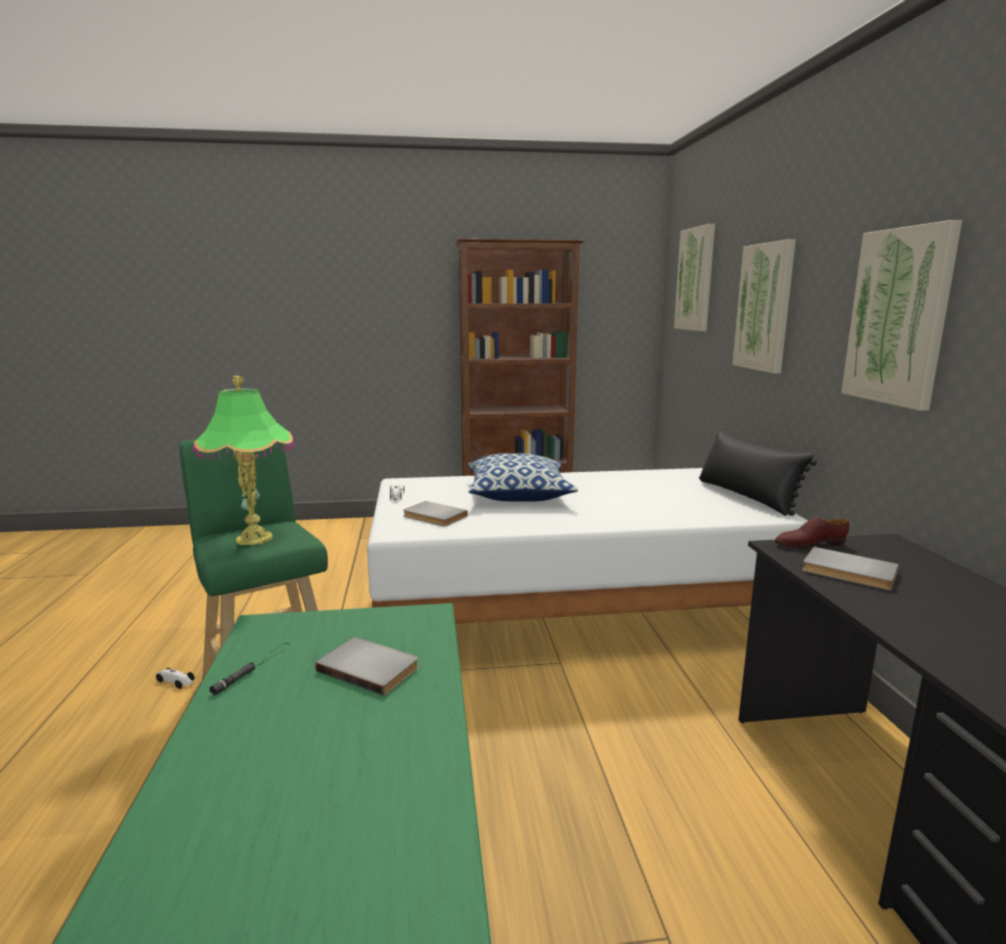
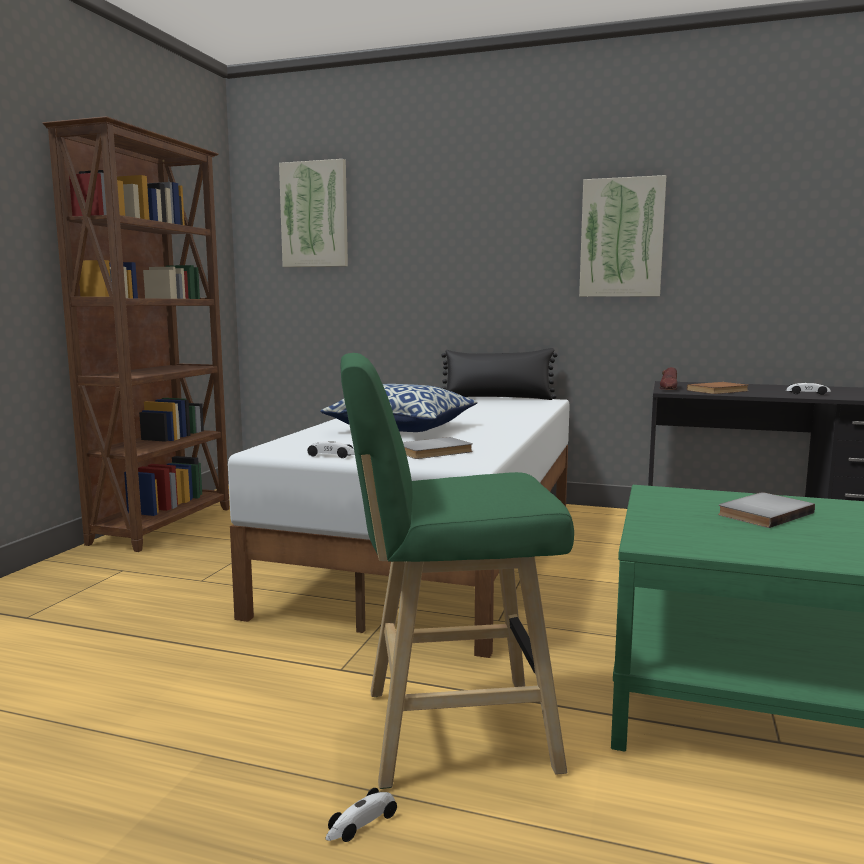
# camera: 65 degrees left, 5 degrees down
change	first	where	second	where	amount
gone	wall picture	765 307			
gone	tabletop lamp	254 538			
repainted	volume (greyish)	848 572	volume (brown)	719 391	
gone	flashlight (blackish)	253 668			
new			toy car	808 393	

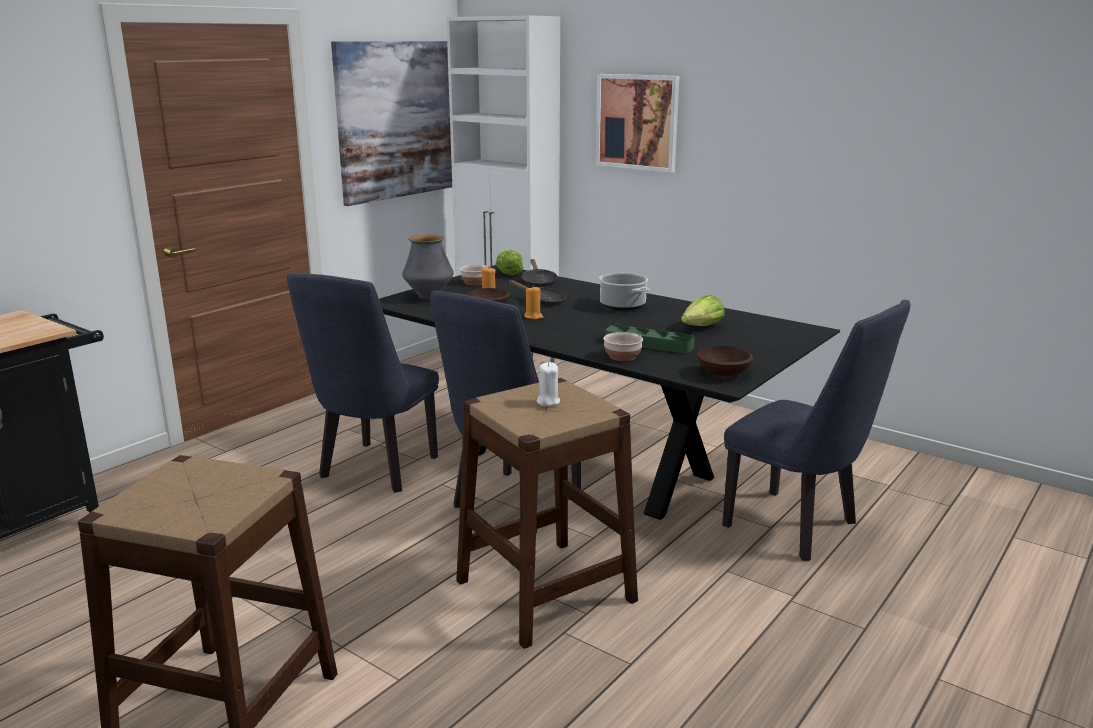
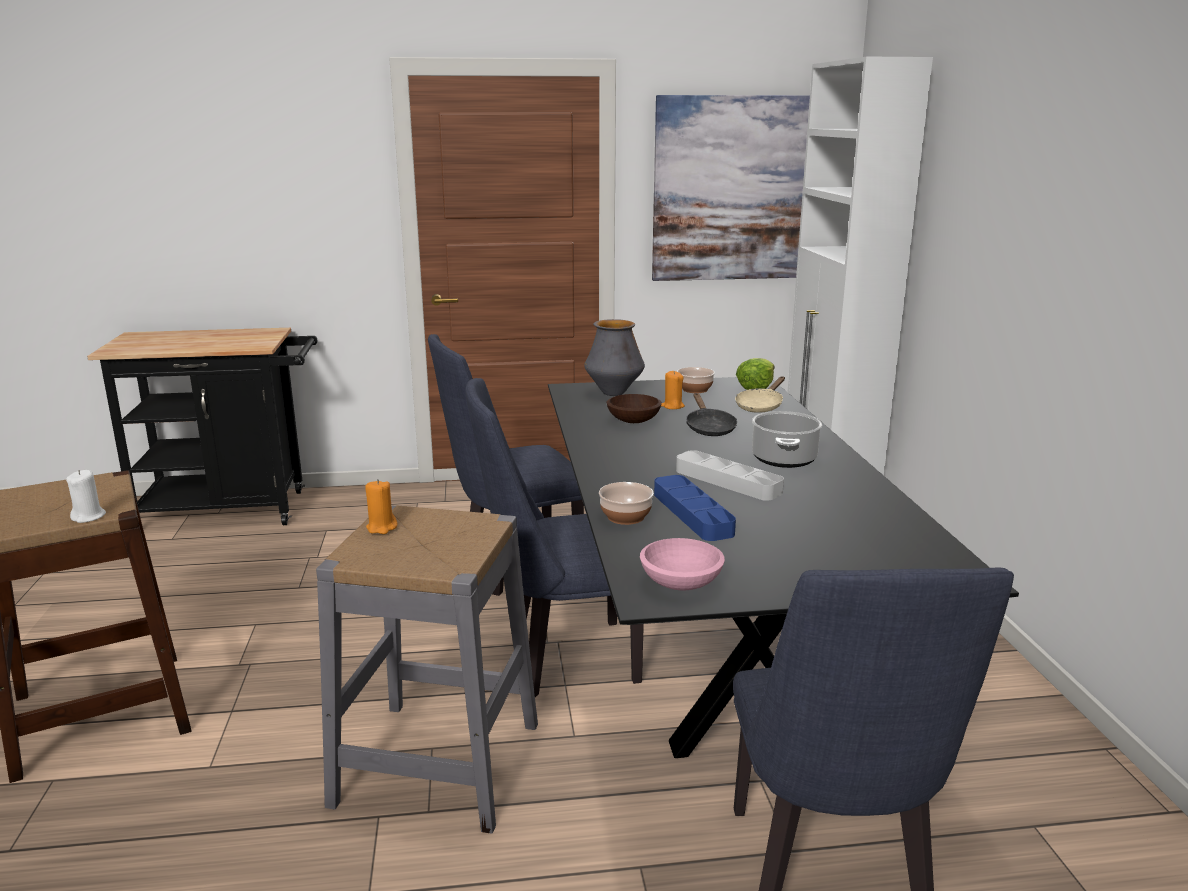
# camera: 45 degrees right, 0 degrees up
change	first	where	second	where	amount
gone	wall picture	637 122			
repainted	frying pan (blackish)	538 282	frying pan (sand-coloured)	760 406	
shifted	wax light (orange-coloured)	533 316		382 527	
gone	lettuce	702 327			
repainted	carrying tray (green)	649 344	carrying tray (bluish)	692 513	
repainted	deep dish (brown)	722 373	deep dish (pink-coloured)	680 582	
shifted	wax light (white)	548 401		89 517	
repainted	sitting stool (brown)	545 590	sitting stool (greyish)	438 762	
new			carrying tray (greyish)	727 481	

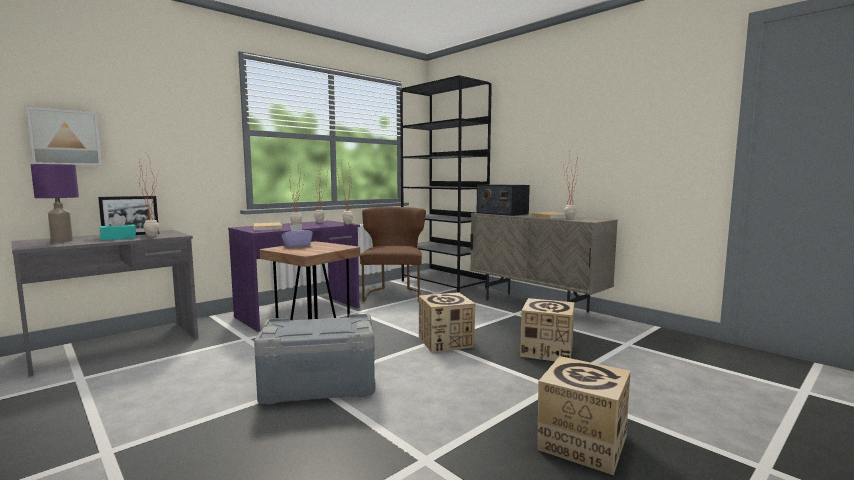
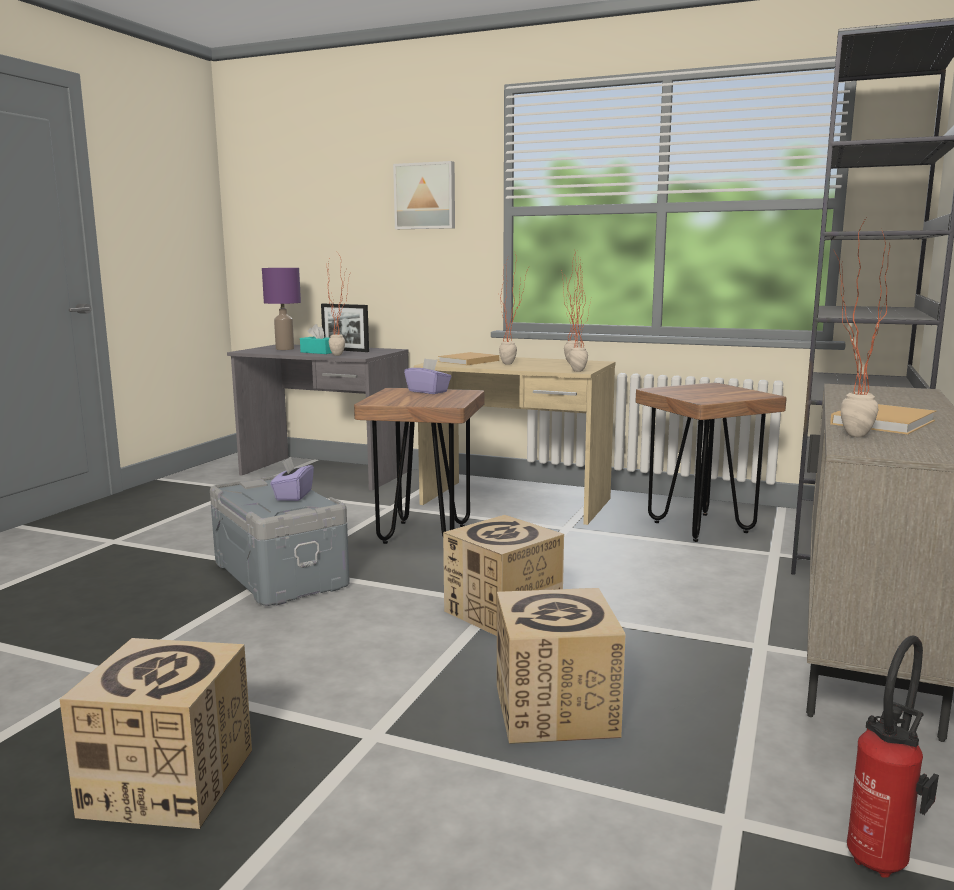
# camera: 65 degrees right, 5 degrees up
change	first	where	second	where	amount
shifted	wall picture	65 138		425 196	
gone	radio	501 213			
swapped	upright chair (brown)	393 294	sitting stool (brown)	701 527	
repainted	desk unit (purple)	299 312	desk unit (sand-coloured)	515 502	
new			tissue box (purple)	293 495	
new			fire extinguisher	883 859	

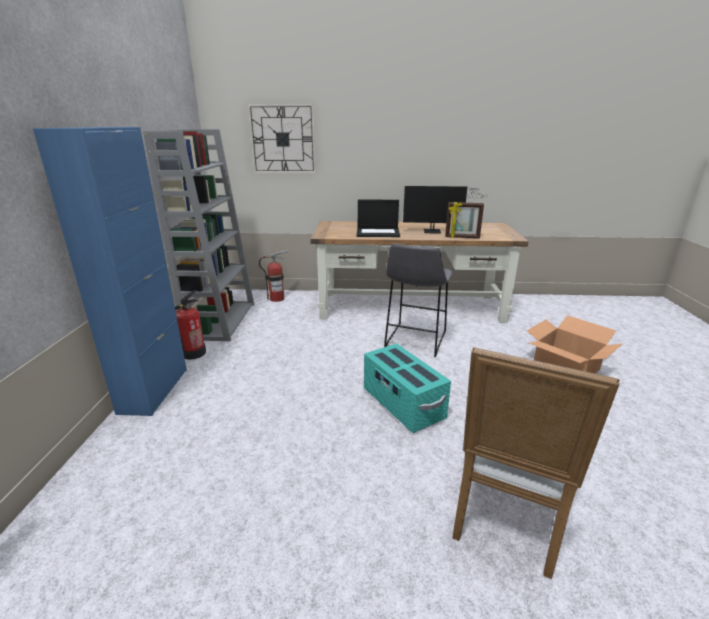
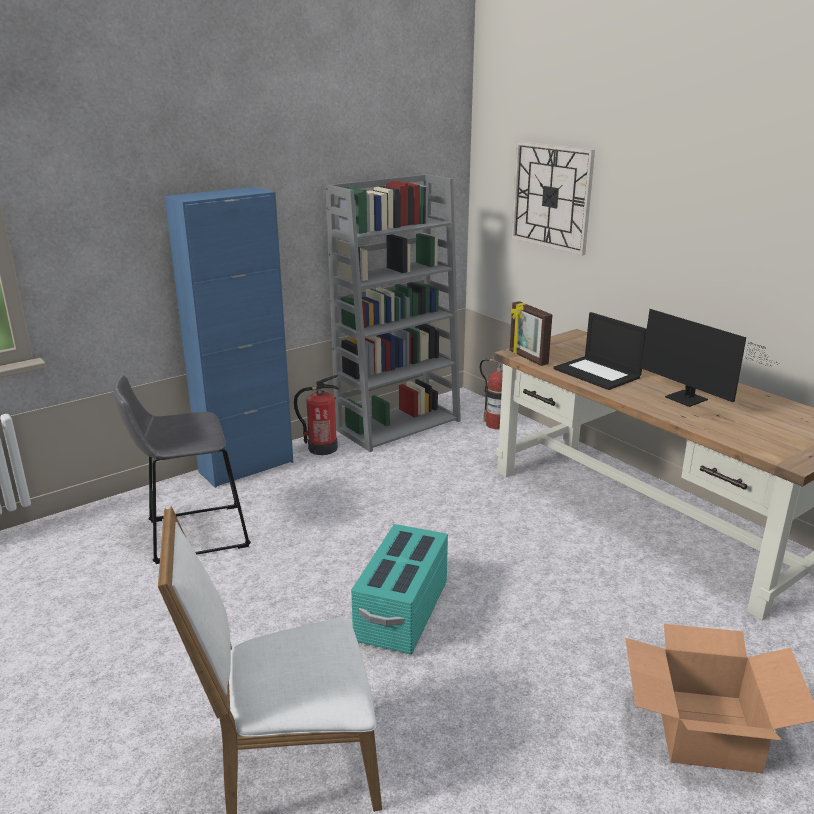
# camera: 50 degrees right, 0 degrees up
change	first	where	second	where	amount
shifted	photo frame	462 237		527 358	
shifted	sitting stool (greyish)	414 341		191 534	

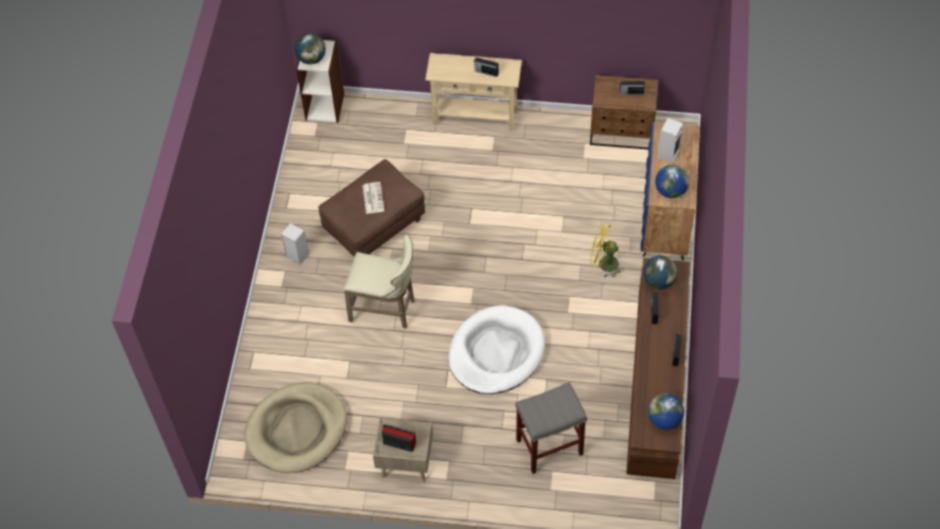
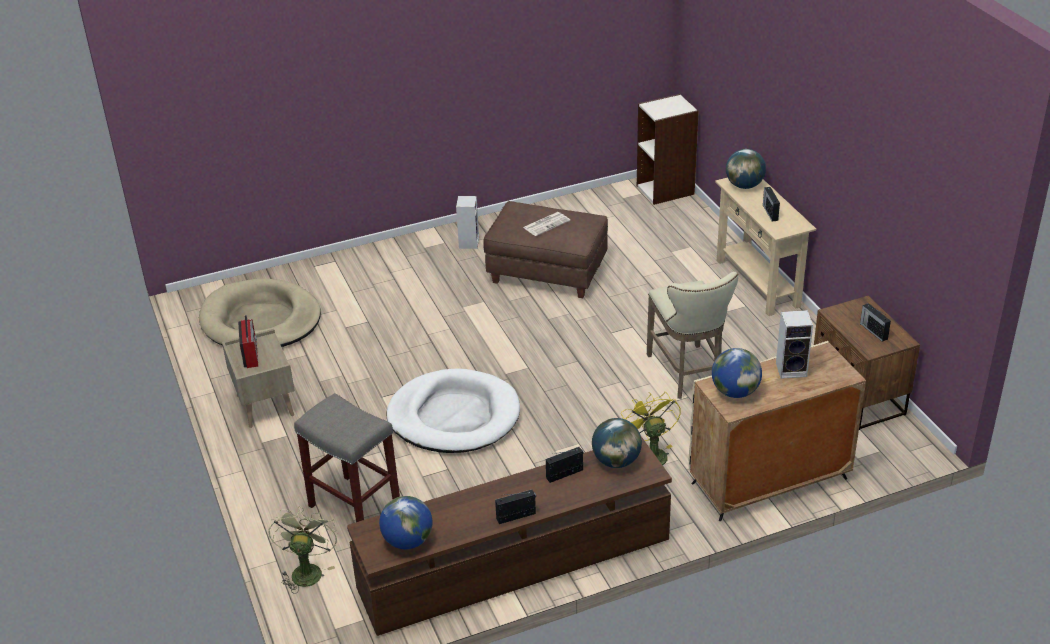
# camera: 60 degrees right, 20 degrees down
change	first	where	second	where	amount
shifted	world globe	311 58		744 185	
repainted	storage cabinet (bluish)	666 218	storage cabinet (sand-coloured)	768 481	
shifted	sitting stool (sand-coloured)	386 310		687 375	
new			electric fan (green)	306 570	

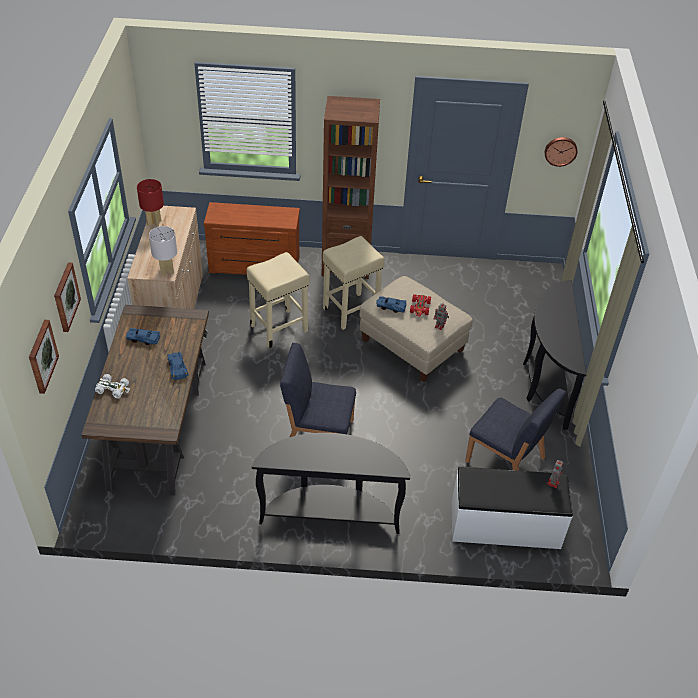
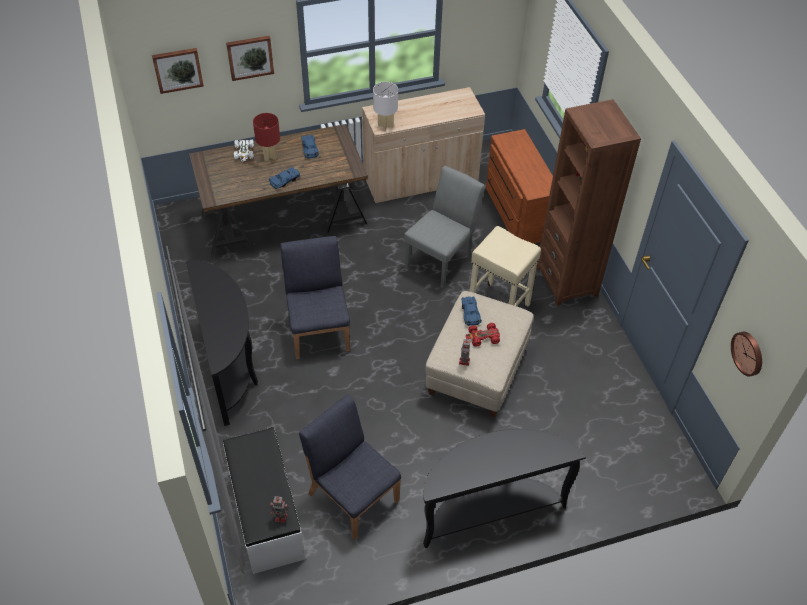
# camera: 70 degrees right, 5 degrees up
change	first	where	second	where	amount
shifted	tabletop lamp (red-coloured)	154 222		270 156	
swapped	sitting stool (sand-coloured)	279 328	upright chair (greyish)	442 259	
rotated	upright chair (bluish)	506 460		353 496	120 degrees clockwise

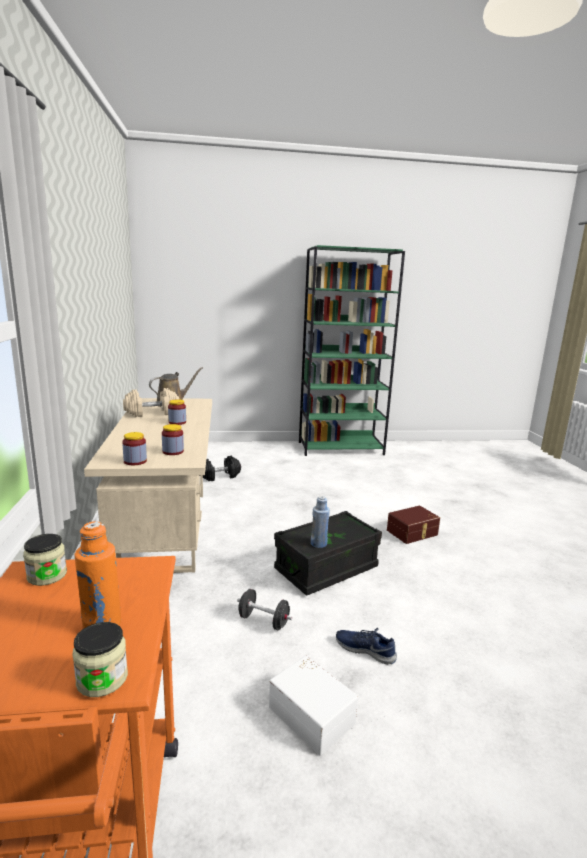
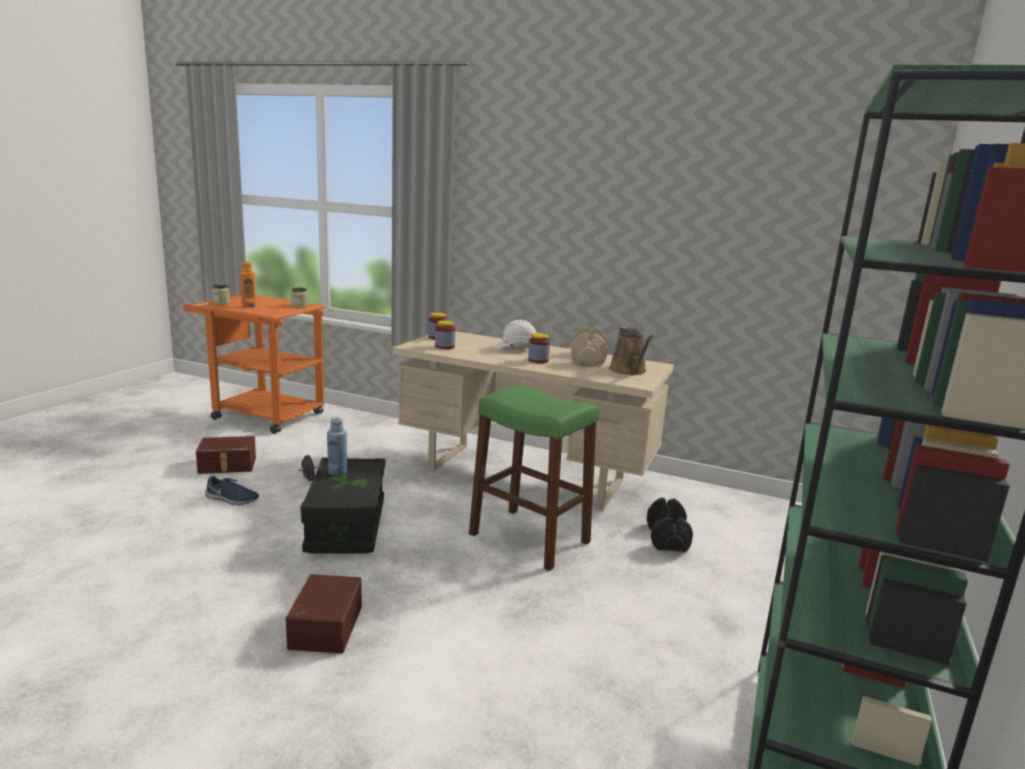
# camera: 120 degrees right, 0 degrees up
change	first	where	second	where	amount
rotated	shoe (bluish)	365 649		231 499	45 degrees clockwise
repainted	storage container (white)	312 713	storage container (brown)	227 465	
new			work helmet (white)	516 348	
new			sitting stool (green)	529 538	

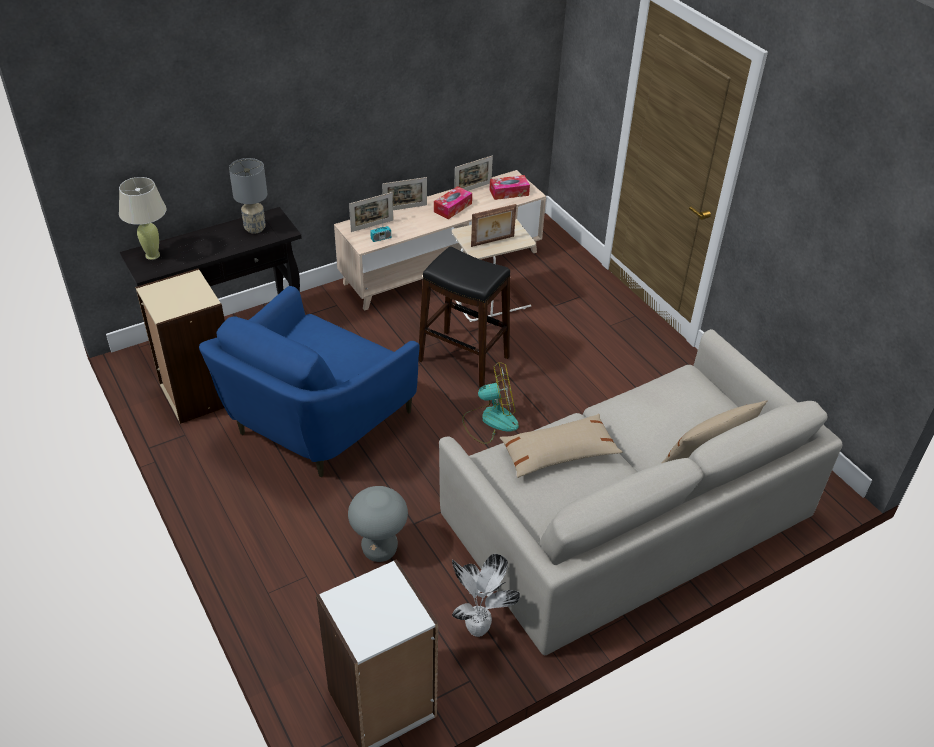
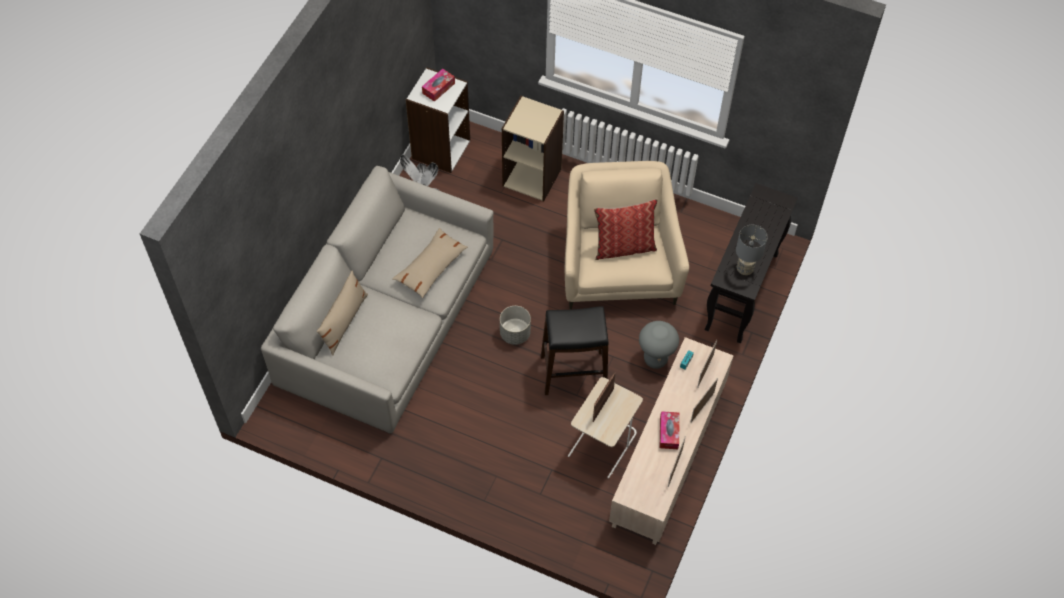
# camera: 145 degrees right, 15 degrees up
change	first	where	second	where	amount
shifted	tissue box	509 192		438 88	
gone	tabletop lamp (sand-coloured)	152 255			
shifted	bookcase (sand-coloured)	198 394		532 177	
repainted	lounge chair (bluish)	314 422	lounge chair (sand-coloured)	618 265	
swapped	electric fan	490 420	flower pot (greyish)	515 334	
shifted	sitting stool (greyish)	379 550		655 359	
new			throw pillow	624 247	

